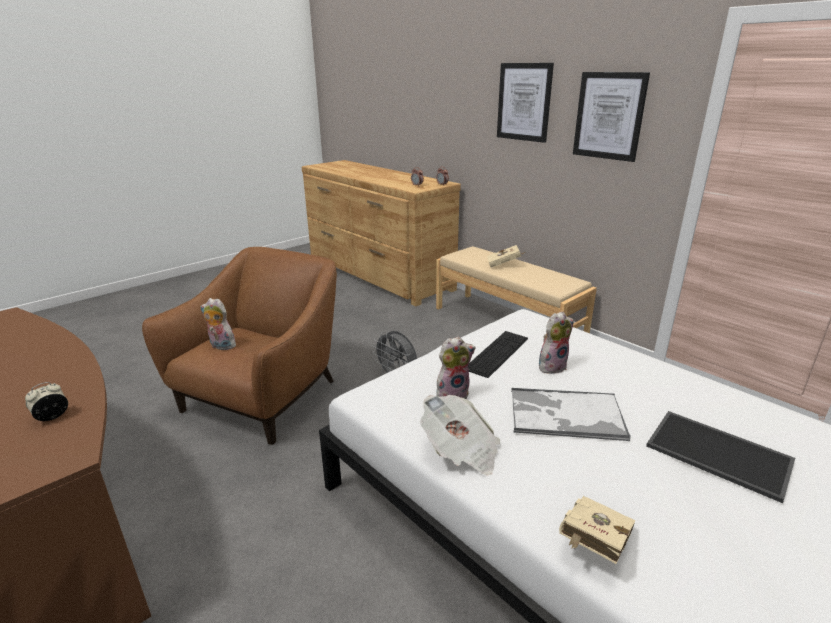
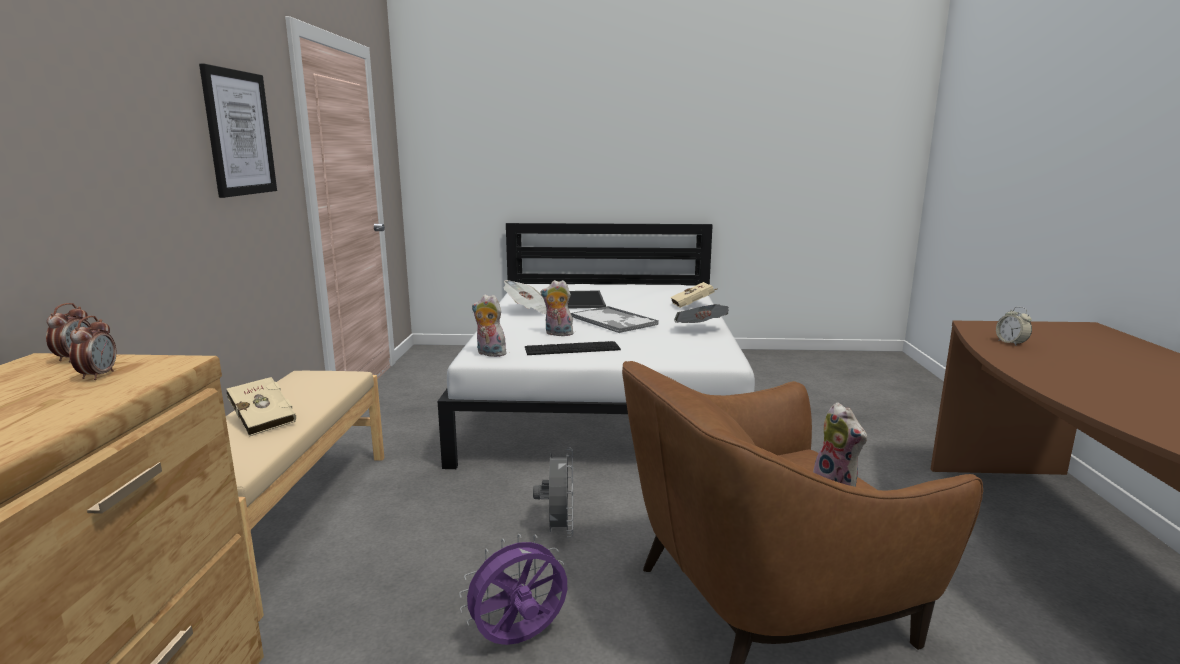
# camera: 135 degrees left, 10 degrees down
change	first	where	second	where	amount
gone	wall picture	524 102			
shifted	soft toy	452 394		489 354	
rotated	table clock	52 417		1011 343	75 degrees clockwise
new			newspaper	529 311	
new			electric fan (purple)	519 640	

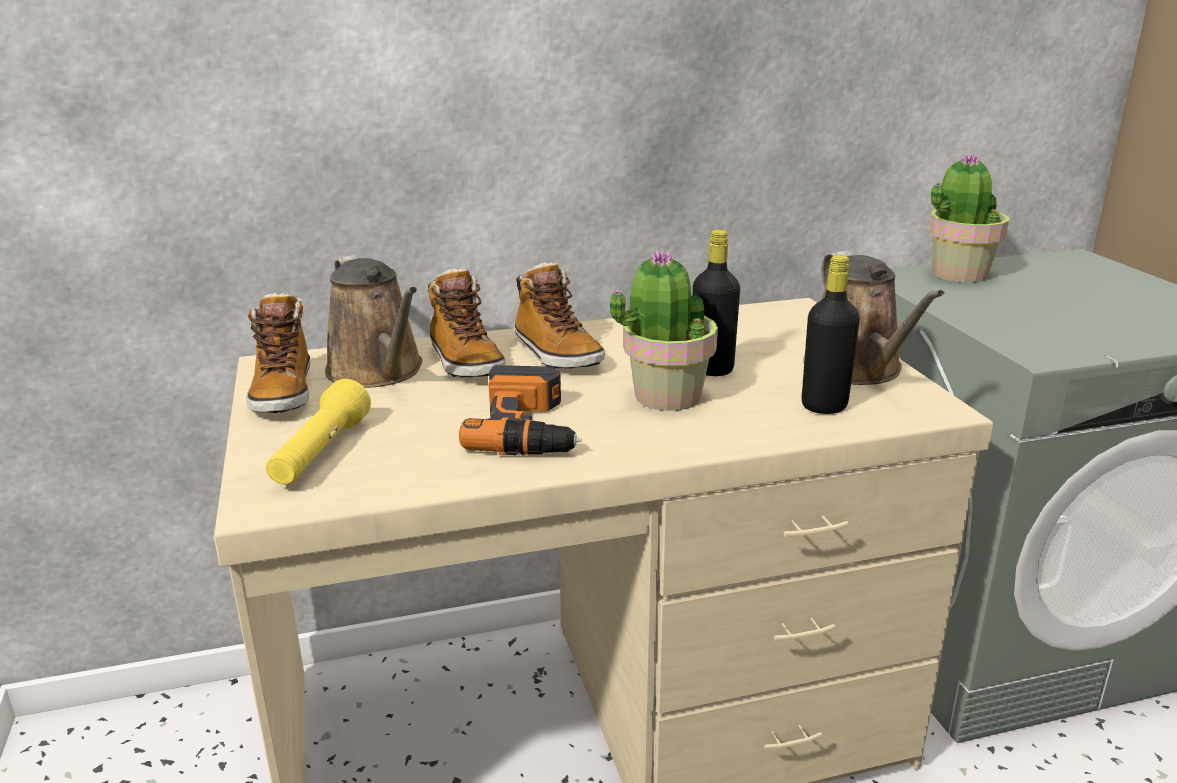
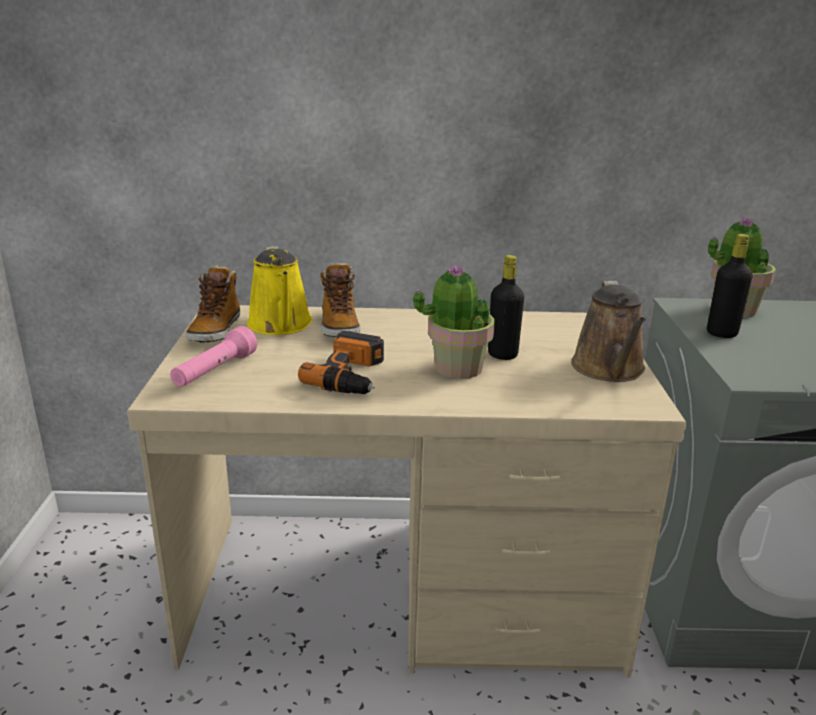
# camera: 15 degrees right, 0 degrees up
change	first	where	second	where	amount
repainted	watering pot (brown)	378 372	watering pot (yellowish)	281 325	
shifted	beverage bottle (blackish)	824 406		721 333	
gone	tall boot	556 354			
repainted	flashlight (yellowish)	320 453	flashlight (pink-coloured)	214 371	

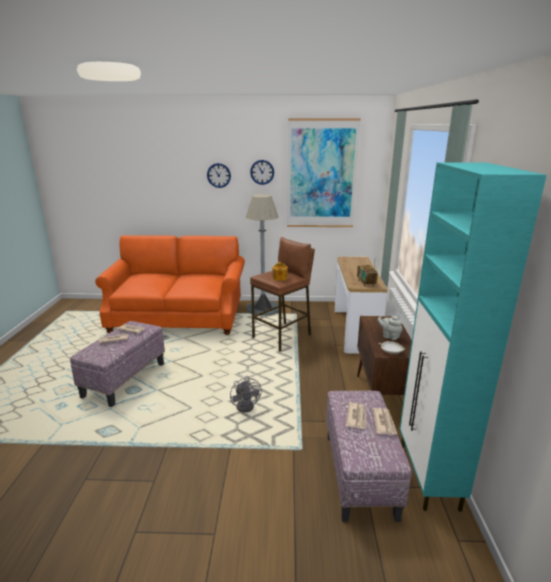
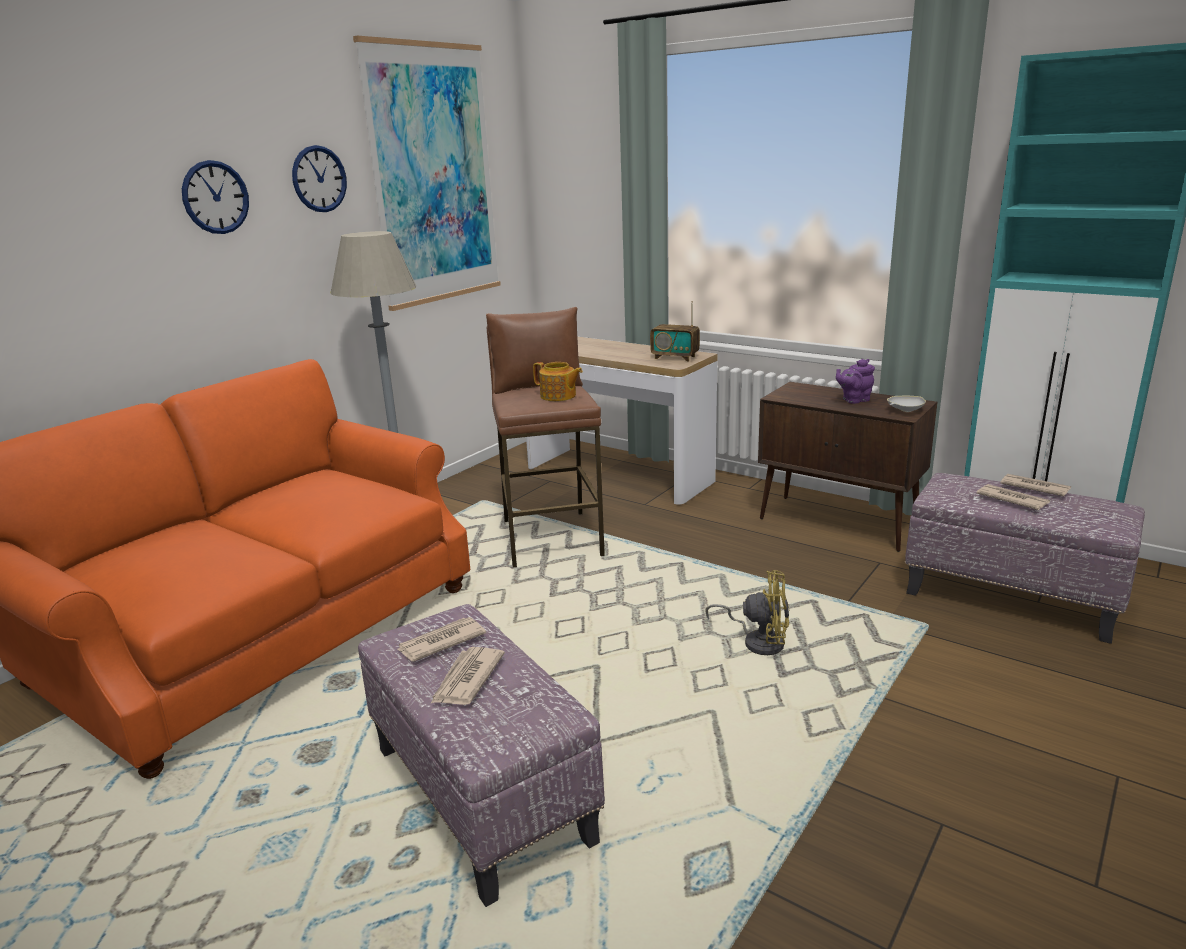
# camera: 55 degrees left, 0 degrees up
change	first	where	second	where	amount
repainted	tea pot (greyish)	389 336	tea pot (purple)	854 400	
repainted	electric fan (greyish)	247 405	electric fan (yellowish)	758 641	

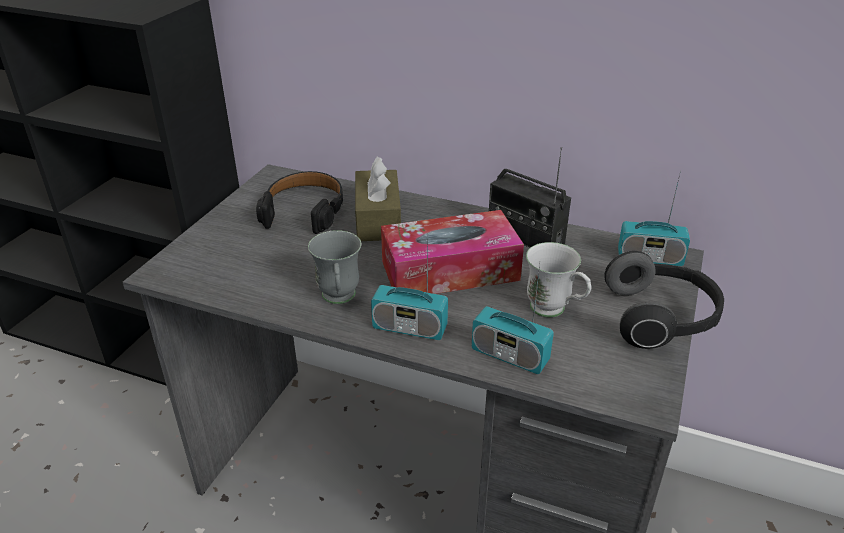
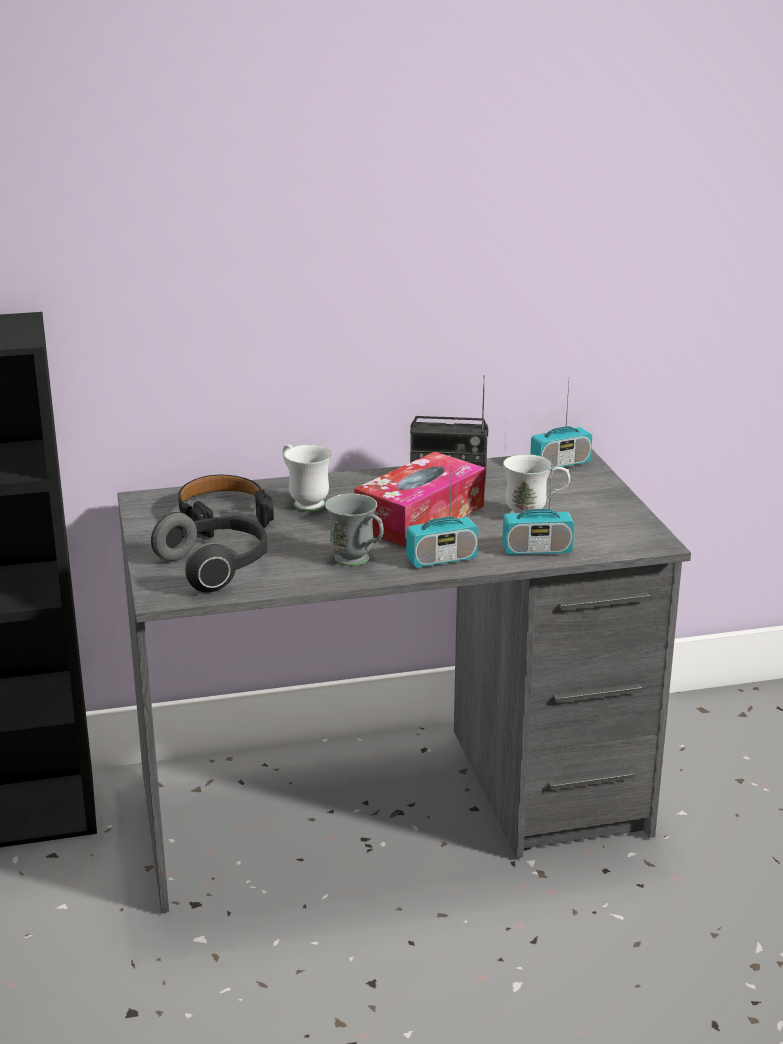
# camera: 35 degrees left, 10 degrees down
change	first	where	second	where	amount
swapped	tissue box (brown)	378 219	mug (white)	304 502	
shifted	pair of headphones	660 319		216 567	

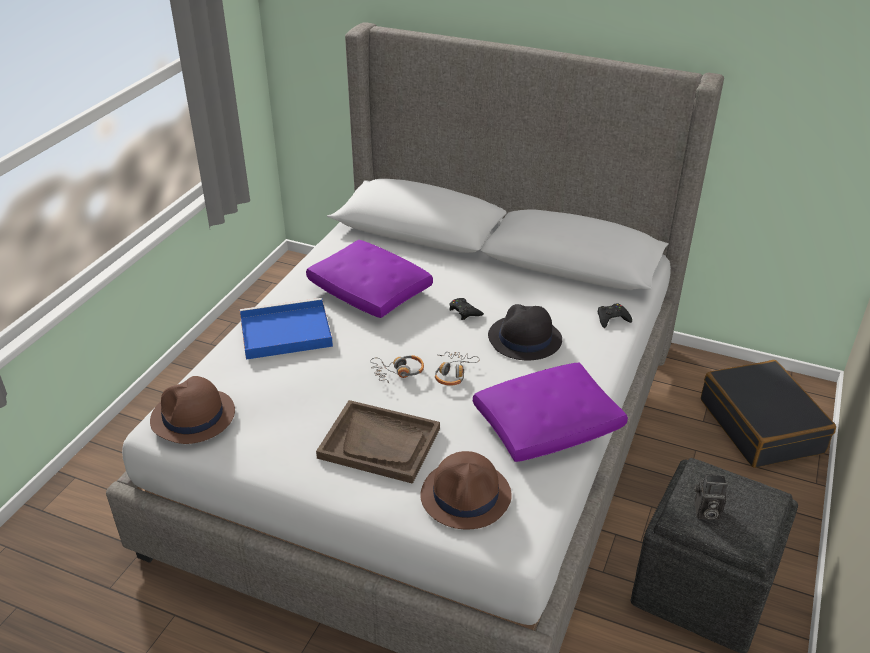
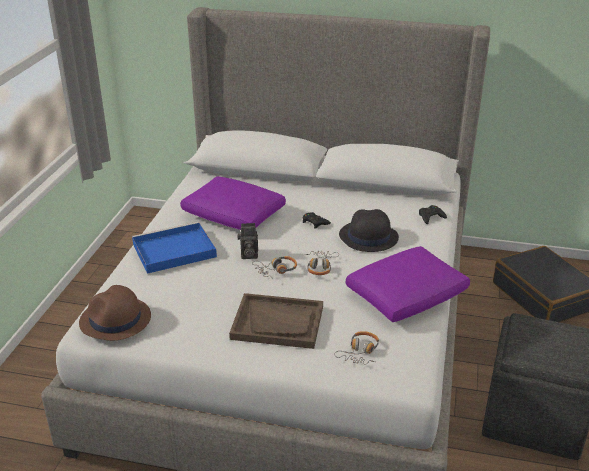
# camera: 10 degrees left, 5 degrees down
change	first	where	second	where	amount
swapped	wearable hat (brown)	466 495	pair of headphones	360 352	
shifted	still camera	705 512		248 255	

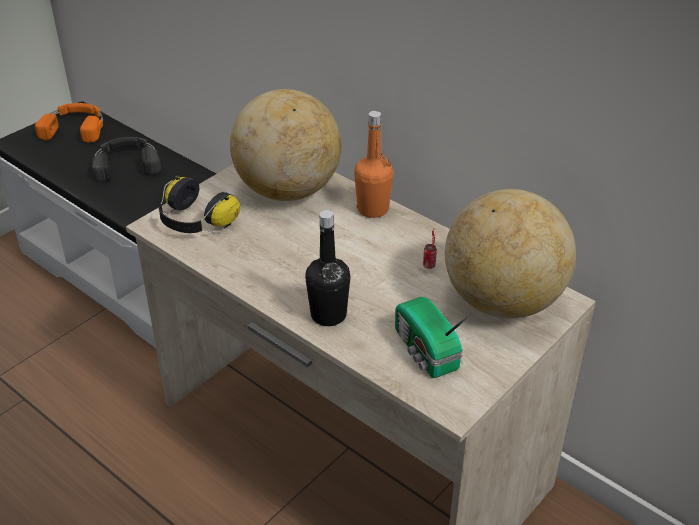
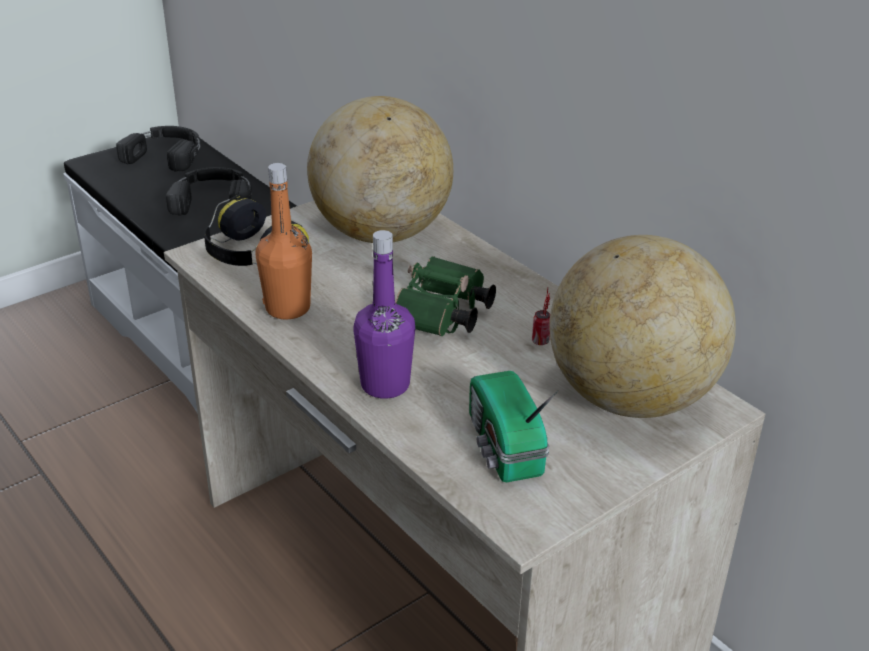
# camera: 10 degrees right, 5 degrees down
change	first	where	second	where	amount
repainted	pair of headphones (orange-coloured)	75 127	pair of headphones (blackish)	166 154	
shifted	beverage bottle (orange-coloured)	373 209		288 308	
repainted	beverage bottle (blackish)	328 315	beverage bottle (purple)	385 385	
new			binoculars (green)	442 317	

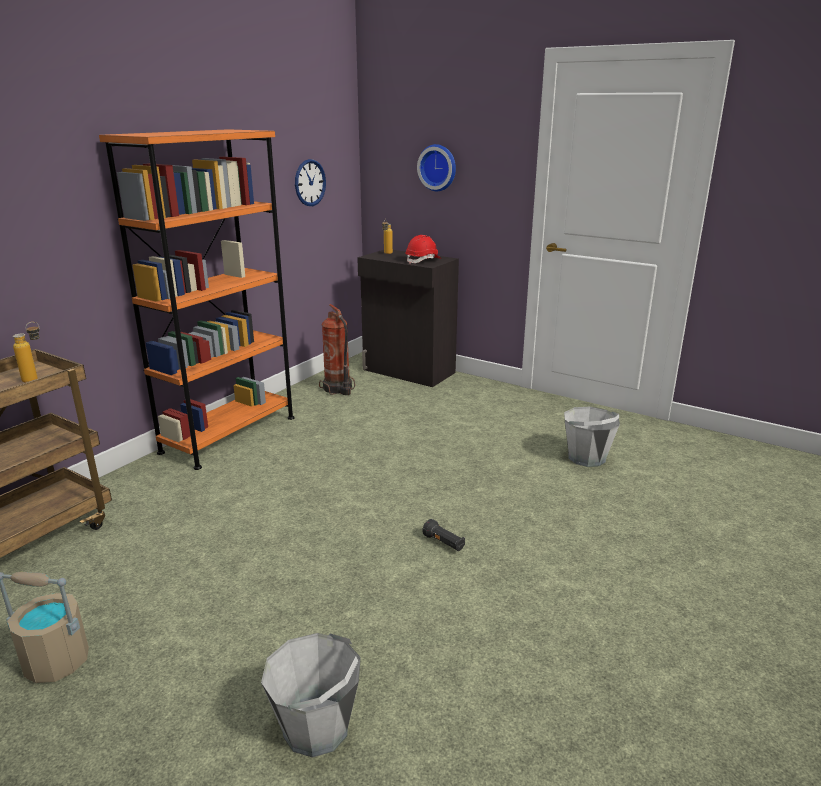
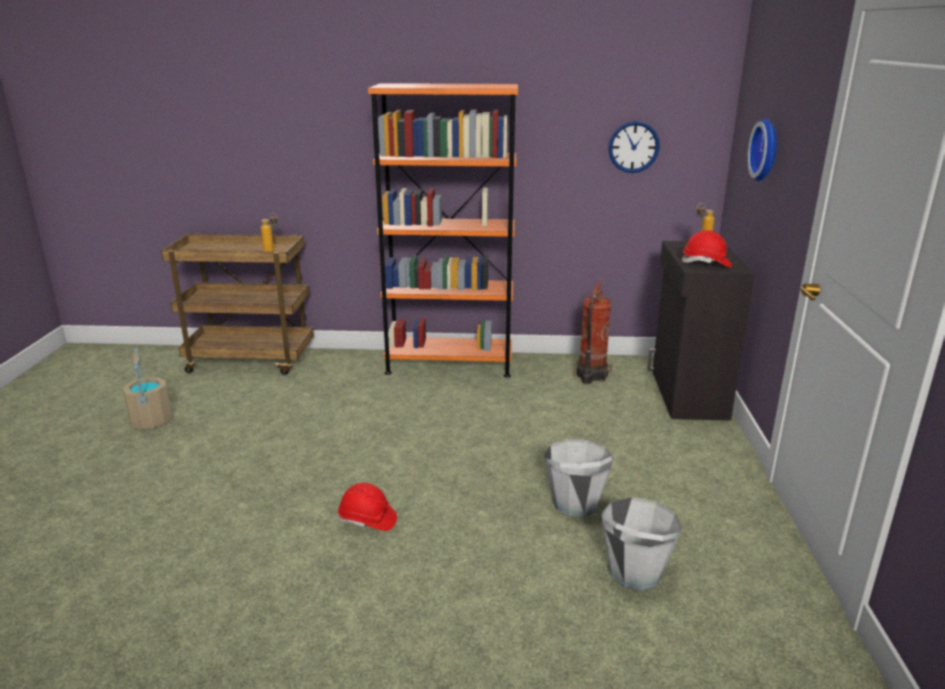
# camera: 60 degrees right, 0 degrees up
change	first	where	second	where	amount
swapped	flashlight (blackish)	444 543	work helmet (red-coloured)	367 520	
shifted	water bucket (greyish)	316 728		575 503	

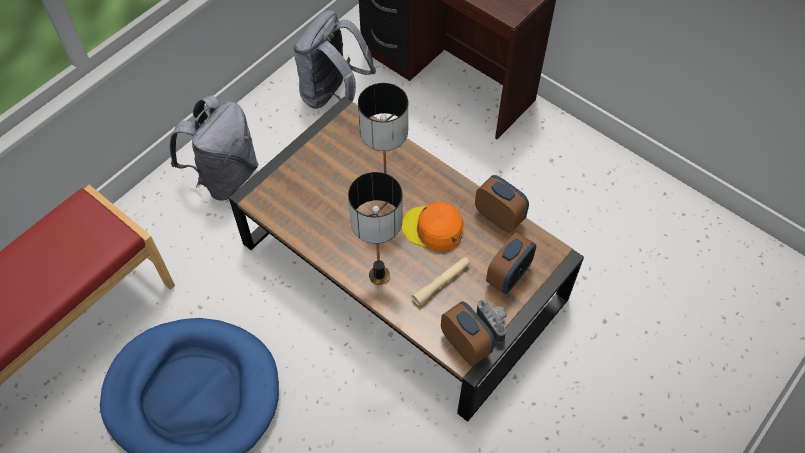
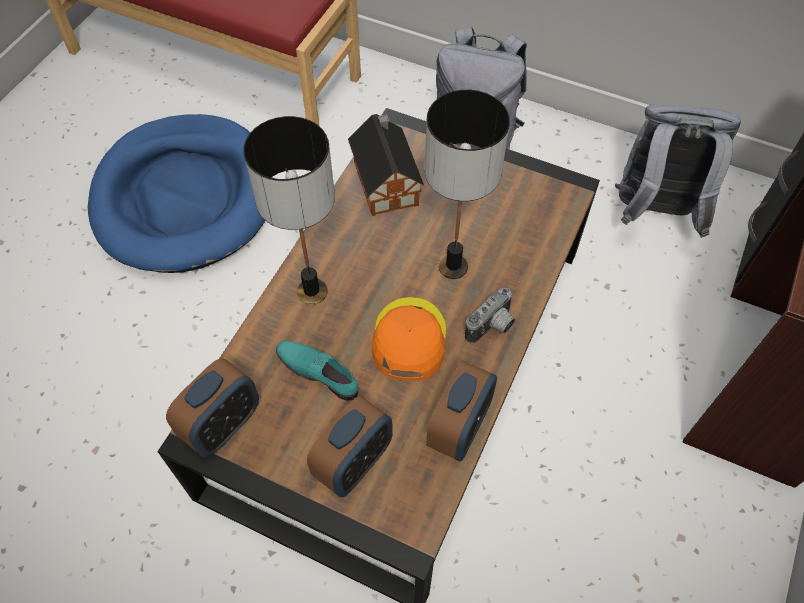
# camera: 75 degrees right, 0 degrees up
change	first	where	second	where	amount
rotated	table clock	508 276		354 462	75 degrees counterclockwise
swapped	flashlight (sand-coloured)	441 283	shoe (turquoise)	318 371	
shifted	still camera	494 323		492 327	
new			miniature house	385 180	

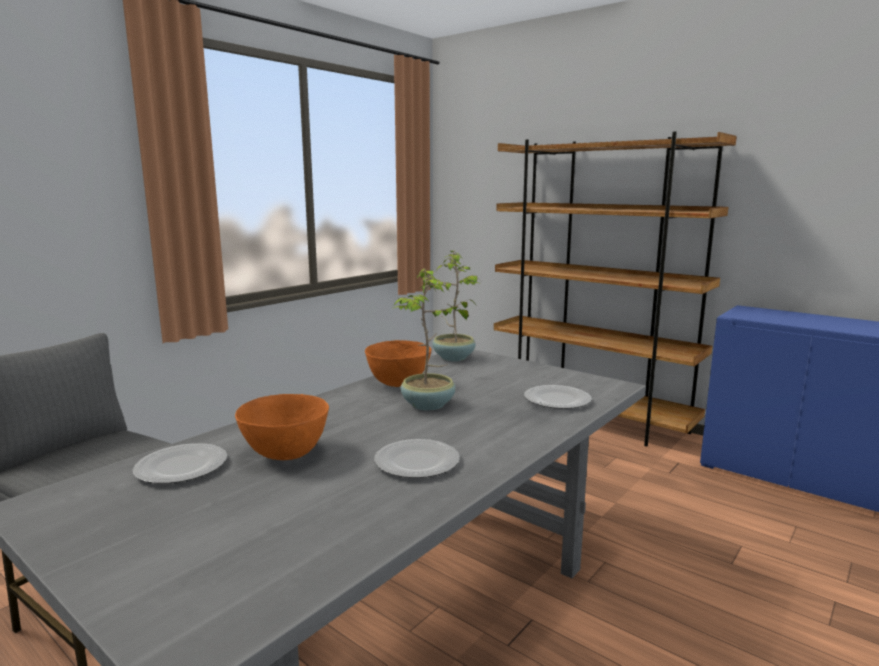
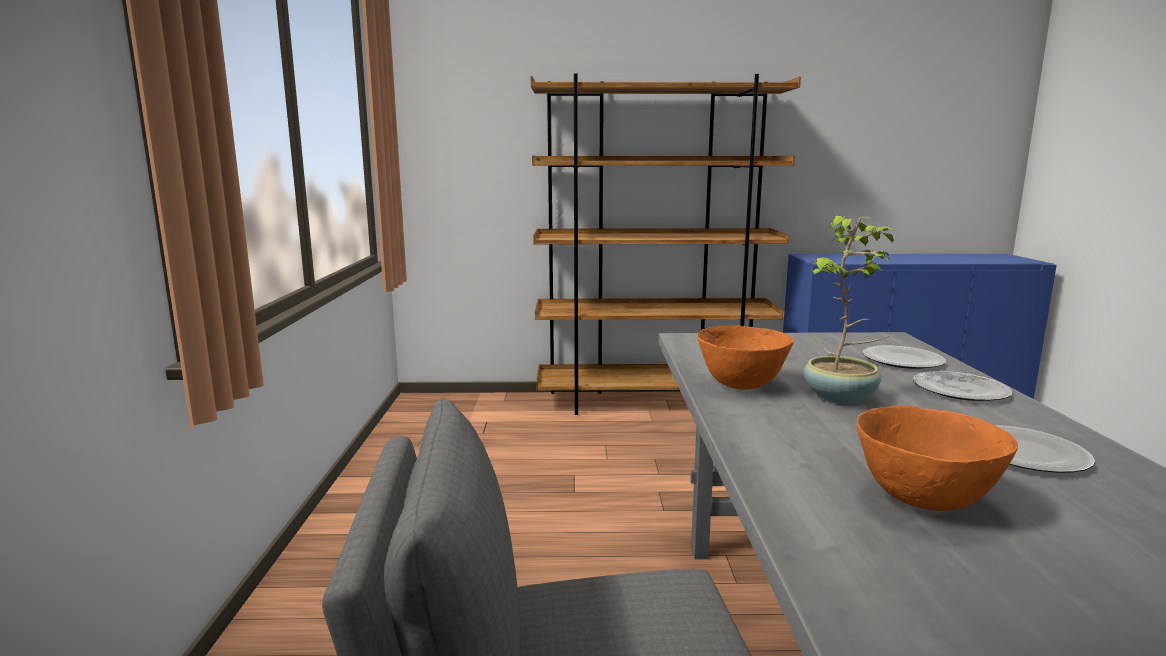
# camera: 40 degrees left, 0 degrees up
change	first	where	second	where	amount
gone	plant in a pot	453 357			
shifted	flat dish	180 467		959 390	

